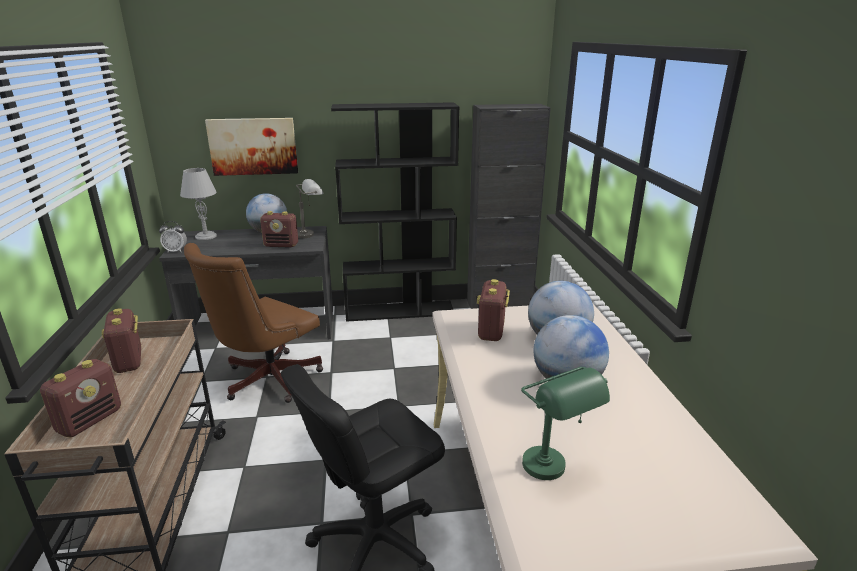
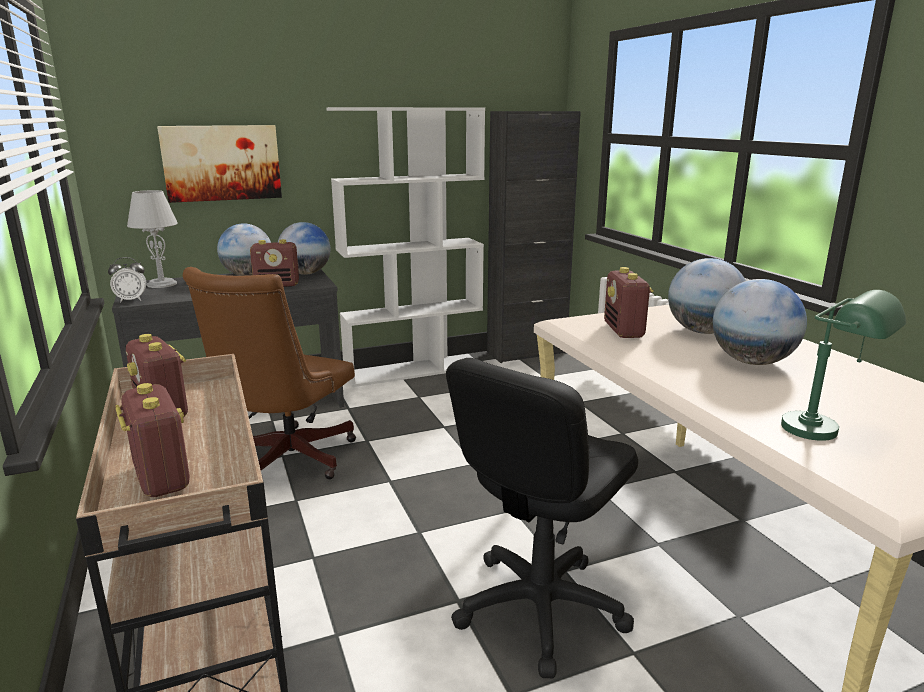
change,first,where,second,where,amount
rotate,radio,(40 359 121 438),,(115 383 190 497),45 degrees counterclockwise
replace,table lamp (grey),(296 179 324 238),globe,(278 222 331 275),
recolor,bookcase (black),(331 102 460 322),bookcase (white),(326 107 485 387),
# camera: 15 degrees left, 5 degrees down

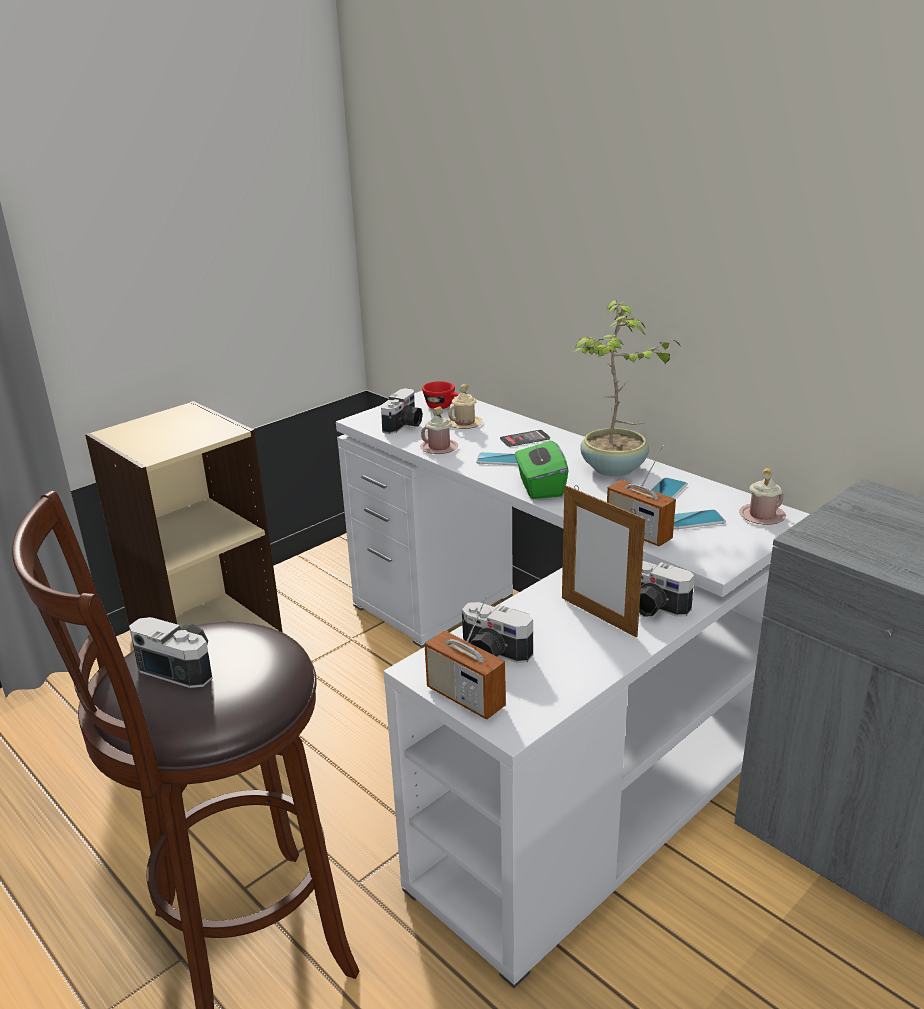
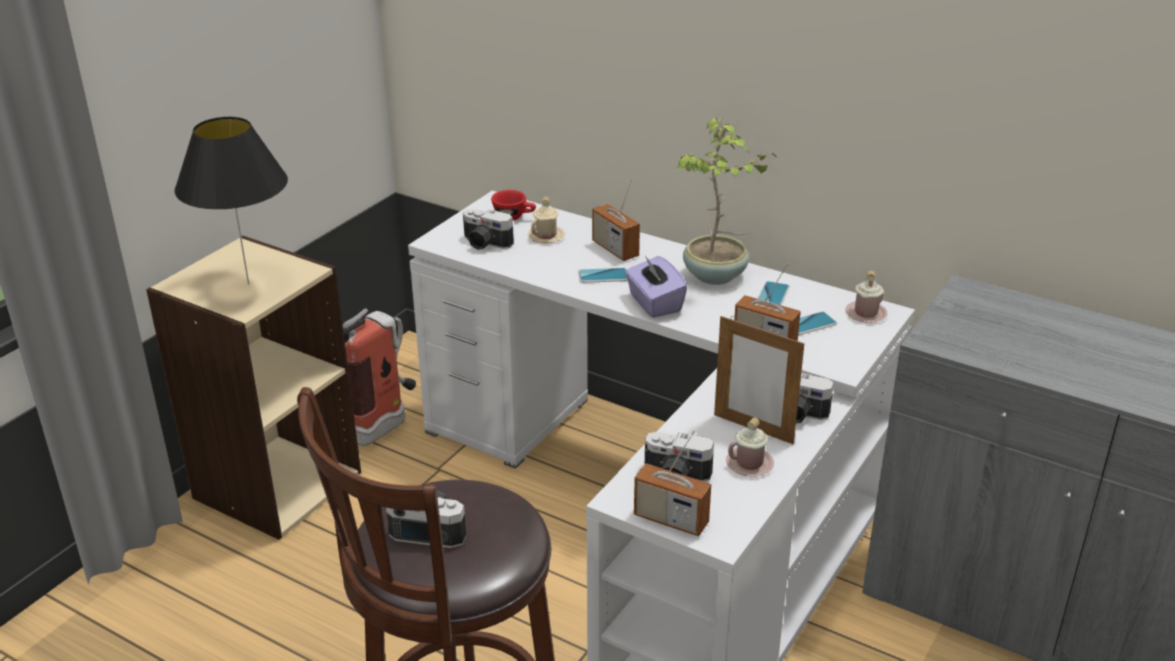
change,first,where,second,where,amount
insert,,,table lamp (black),(174 117 288 285),
insert,,,fire extinguisher,(343 308 416 447),
rotate,photo camera,(381 388 423 434),,(463 209 514 250),105 degrees clockwise
replace,phone,(500 430 550 447),radio,(592 179 640 261),
recolor,tissue box (green),(515 436 569 499),tissue box (purple),(625 255 687 318),
move,mug (pink),(420 406 458 454),,(726 417 774 477),
# camera: 15 degrees left, 5 degrees up

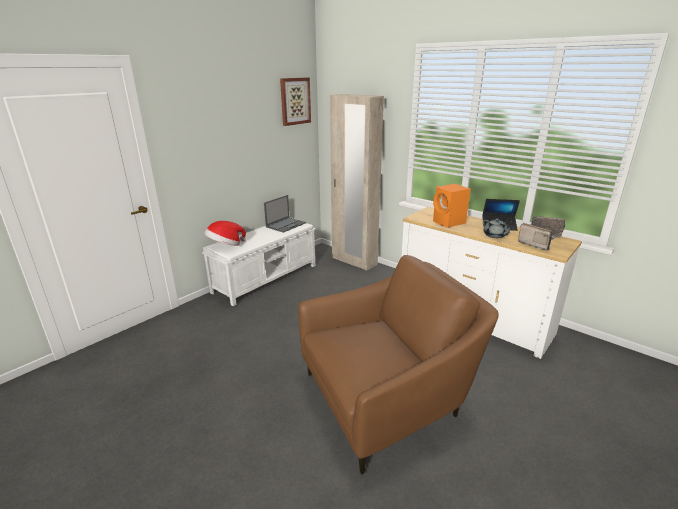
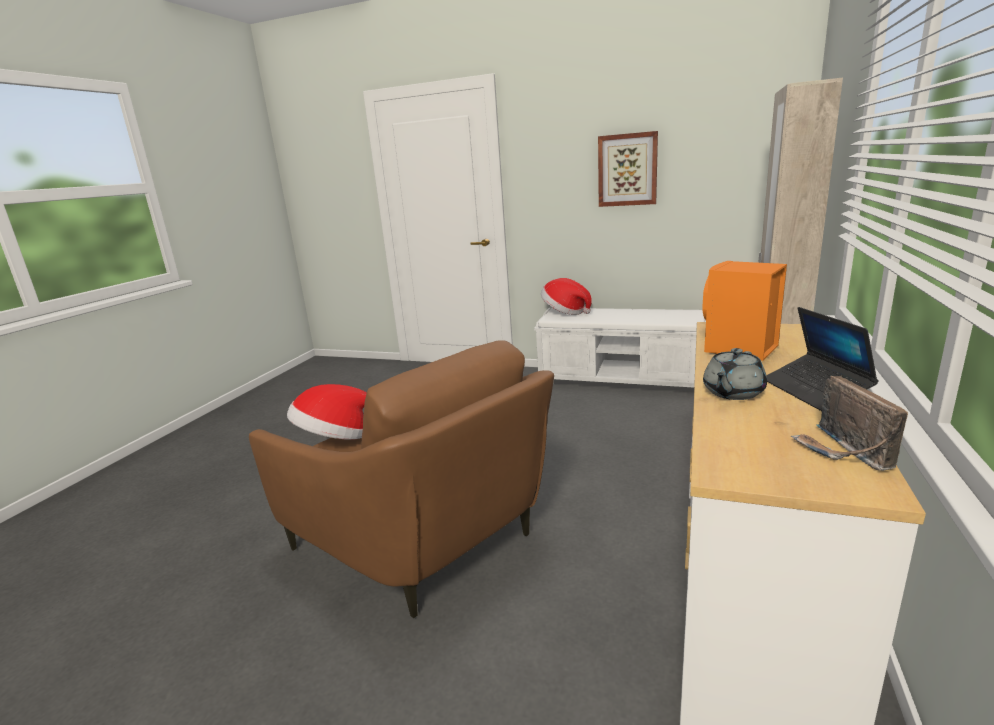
change,first,where,second,where,amount
insert,,,hat,(287 384 367 440),
move,picture,(280 78 311 126),,(598 131 658 207),
delete,laptop,(264 195 306 233),,,
delete,radio,(518 223 553 251),,,
# camera: 70 degrees right, 5 degrees down

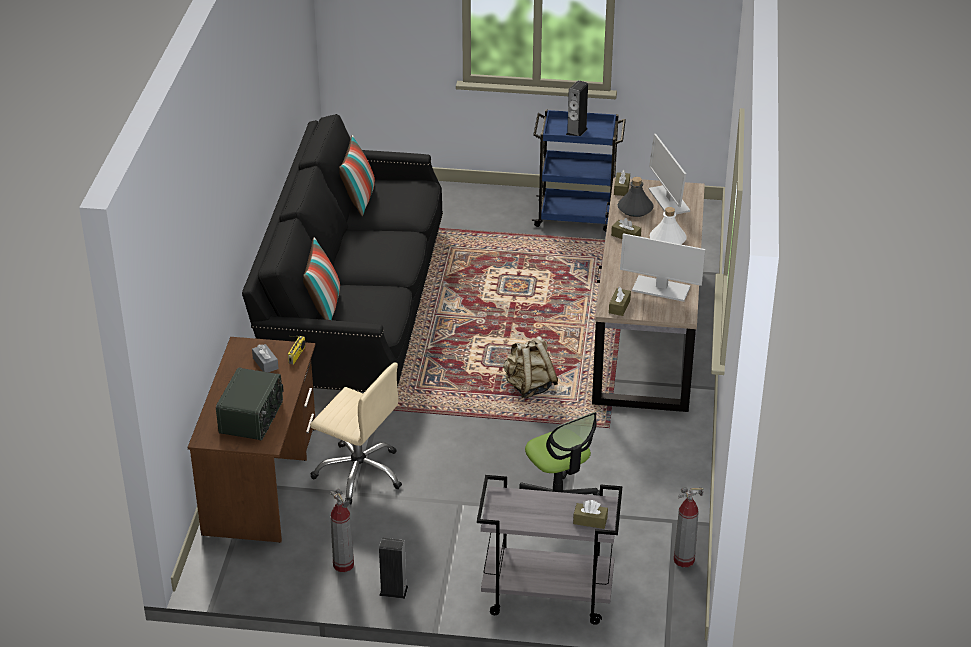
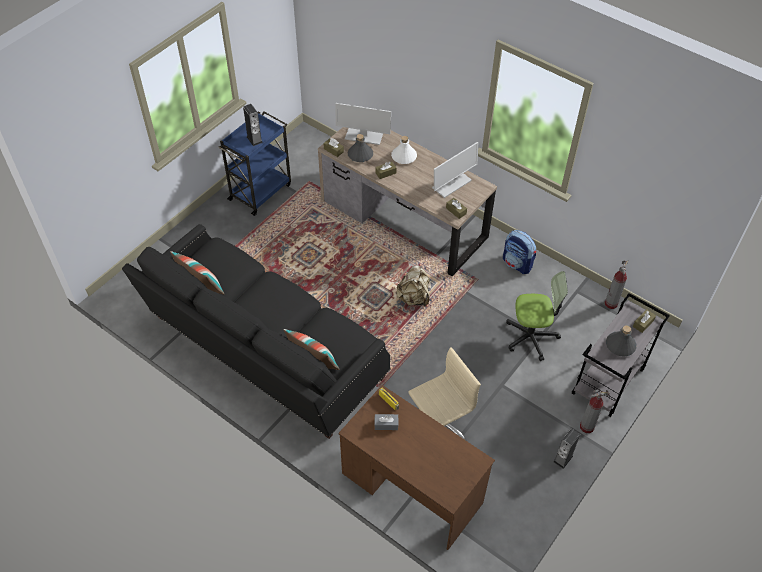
change,first,where,second,where,amount
insert,,,backpack,(503 230 536 274),
move,fire extinguisher,(330 489 354 572),,(580 390 610 433),
insert,,,bottle (grey),(606 325 636 357),
delete,radio,(216 367 284 440),,,
# camera: 60 degrees left, 15 degrees up

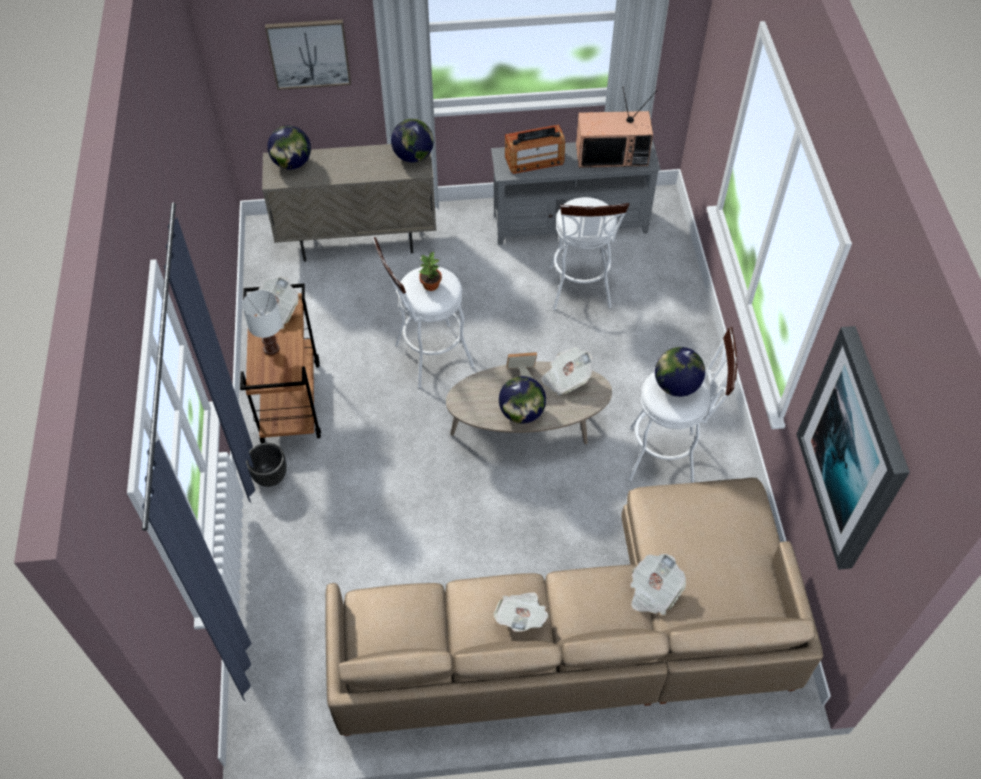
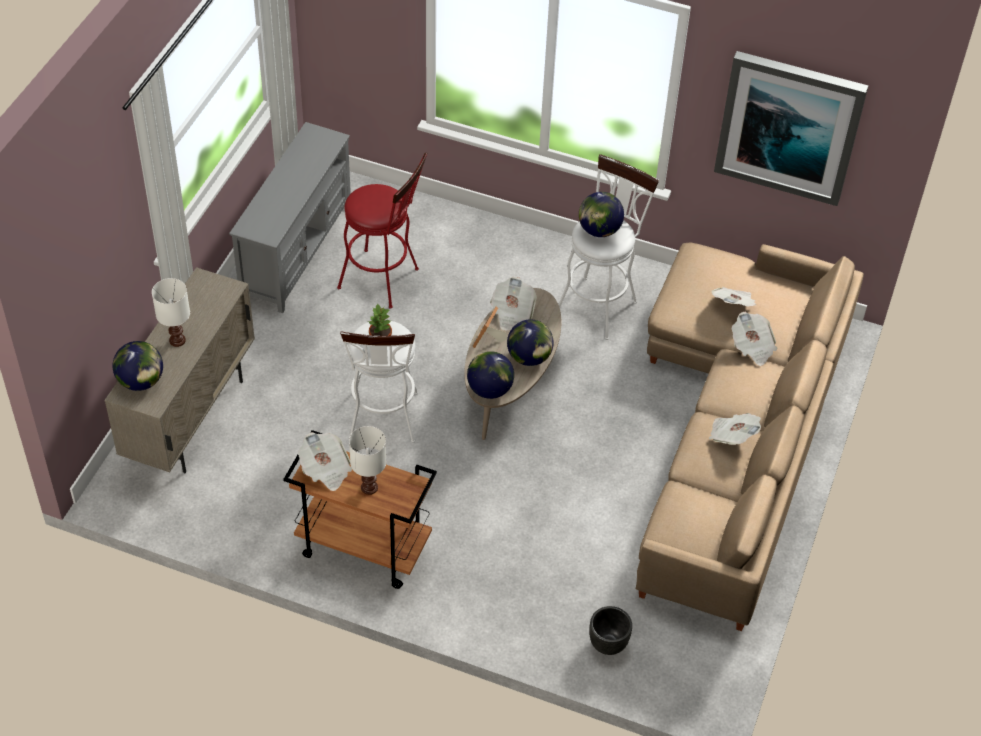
change,first,where,second,where,amount
insert,,,table lamp (white),(152 278 190 347),
recolor,stool (white),(549 197 629 310),stool (red),(337 152 427 309),
move,globe,(391 119 434 163),,(467 351 514 399),
move,planter (black),(246 443 287 487),,(589 606 632 655),
insert,,,newspaper,(711 287 756 307),
delete,picture,(265 19 351 90),,,
delete,radio,(505 125 565 174),,,
delete,television,(576 87 658 168),,,
# camera: 65 degrees left, 5 degrees down

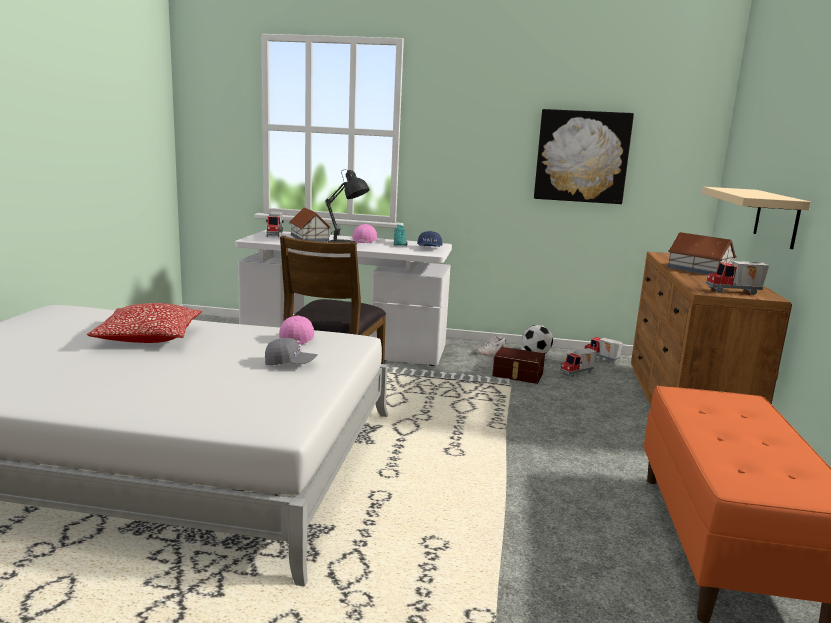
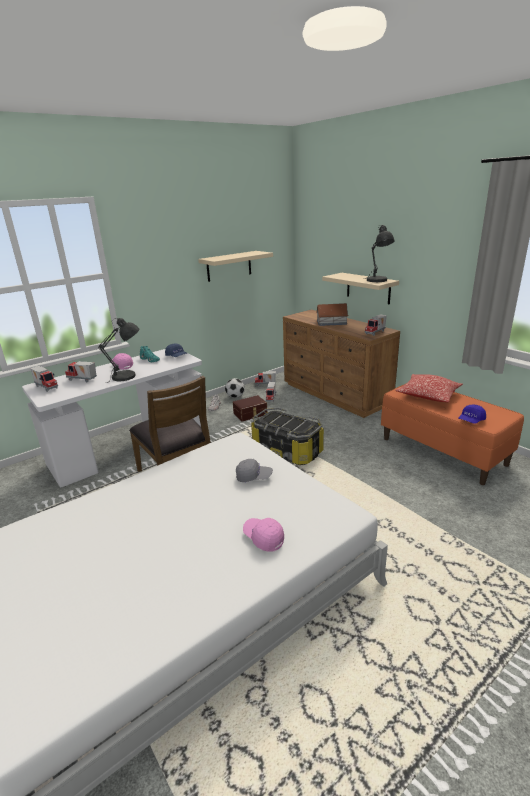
change,first,where,second,where,amount
replace,toy house,(290 208 331 242),toy truck,(65 361 97 382),
replace,picture,(534 109 634 204),shelf (beige),(198 251 273 282),
rotate,cap (grey),(265 338 317 365),,(236 459 273 482),45 degrees clockwise
move,cap (pink),(279 315 314 345),,(243 518 284 552),
insert,,,storage box,(251 407 324 465),
insert,,,table lamp (grey),(365 225 394 282),
move,pillow,(87 303 202 343),,(395 374 463 402),
insert,,,cap (blue),(459 405 486 424),
# camera: 45 degrees left, 10 degrees up

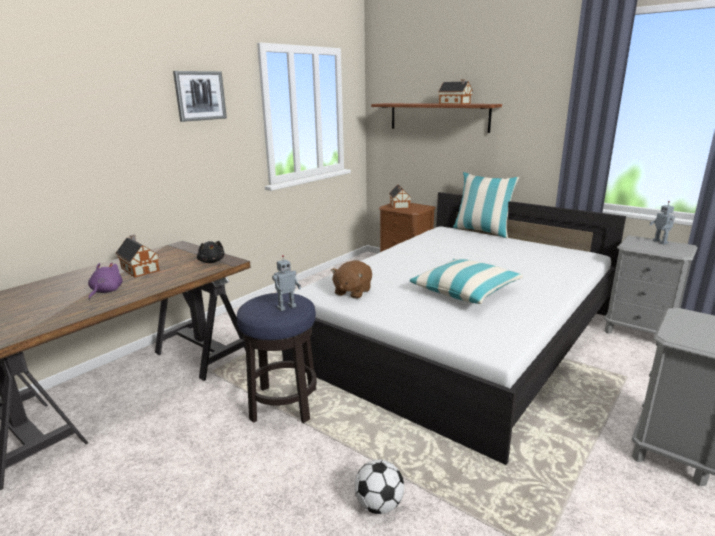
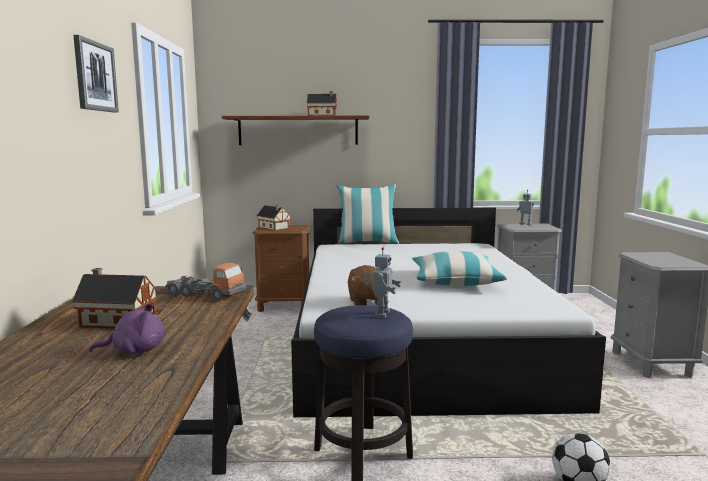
change,first,where,second,where,amount
rotate,plush toy (purple),(88 262 123 299),,(89 302 165 354),105 degrees clockwise
replace,plush toy (black),(197 241 224 263),toy truck,(165 263 246 301),
# camera: 40 degrees left, 10 degrees down

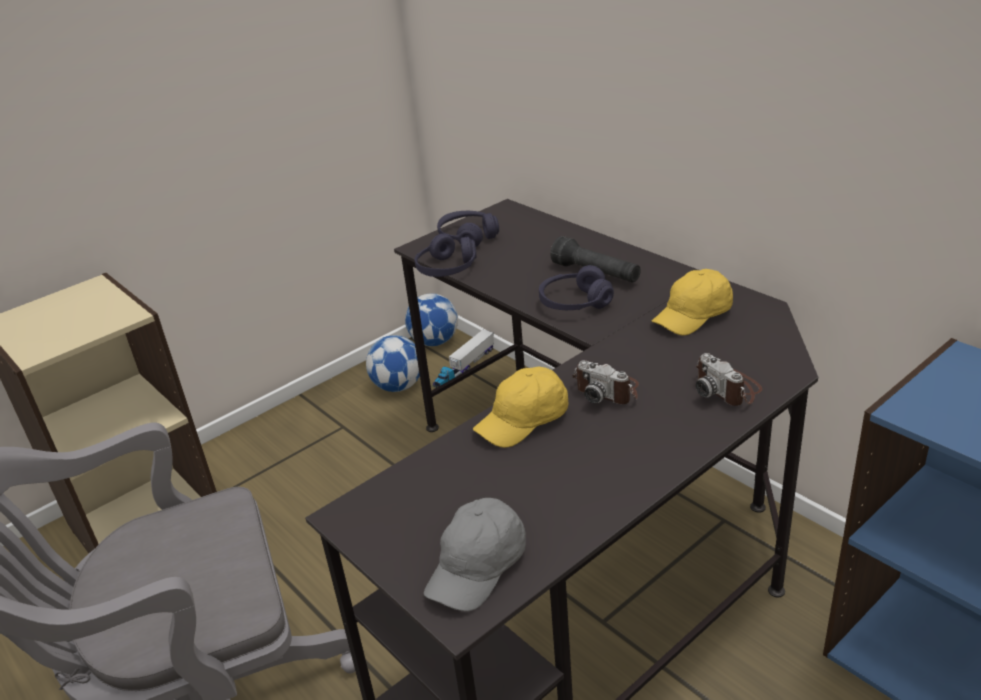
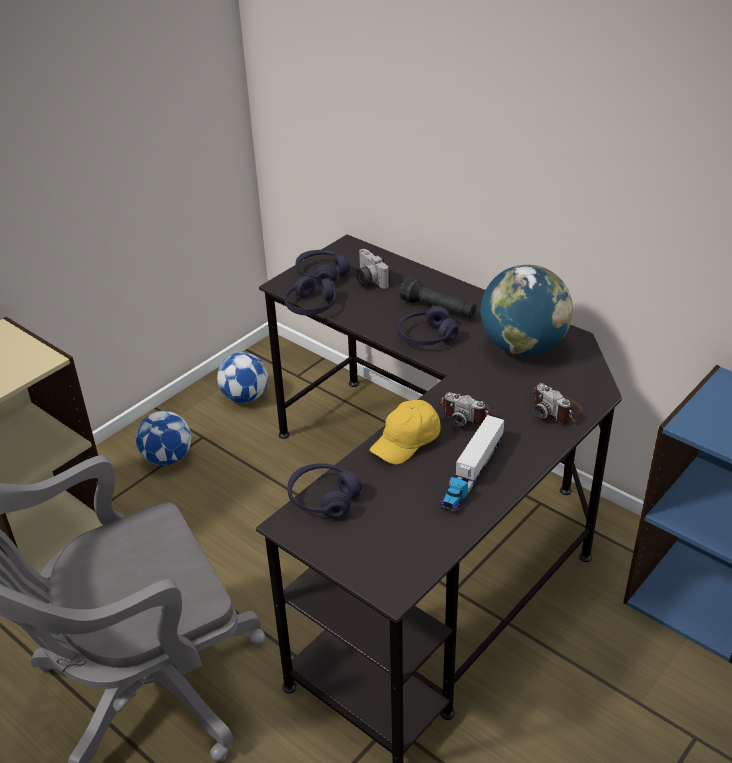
change,first,where,second,where,amount
move,football,(405 293 458 346),,(136 411 191 465),
insert,,,headphones (purple),(287 463 362 518),
insert,,,photo camera,(356 249 390 289),
move,toy truck,(433 330 494 388),,(440 415 504 512),
replace,cap (yellow),(652 269 733 336),globe,(481 264 573 356),
delete,cap (grey),(424 498 526 612),,,
# camera: 10 degrees left, 5 degrees up

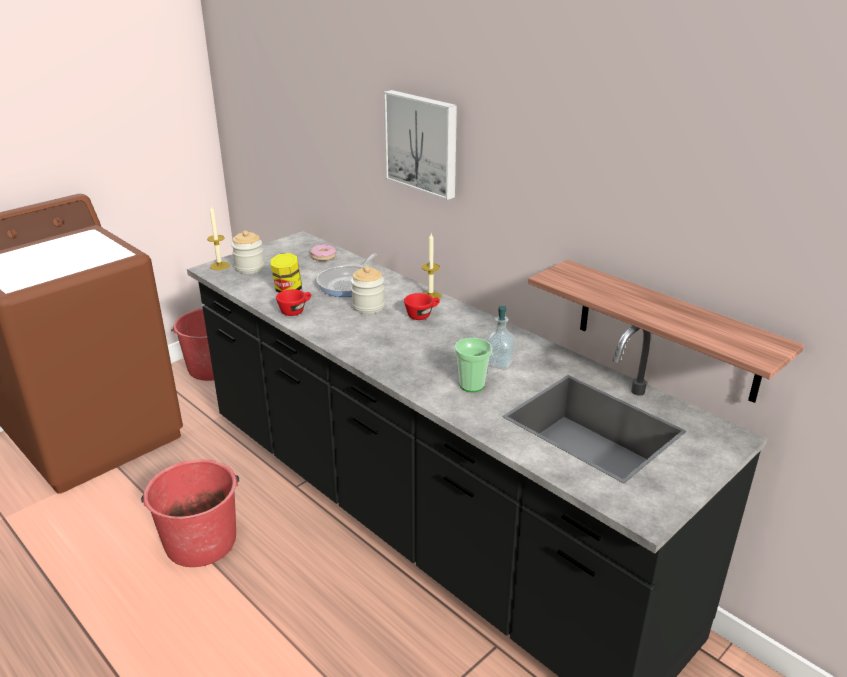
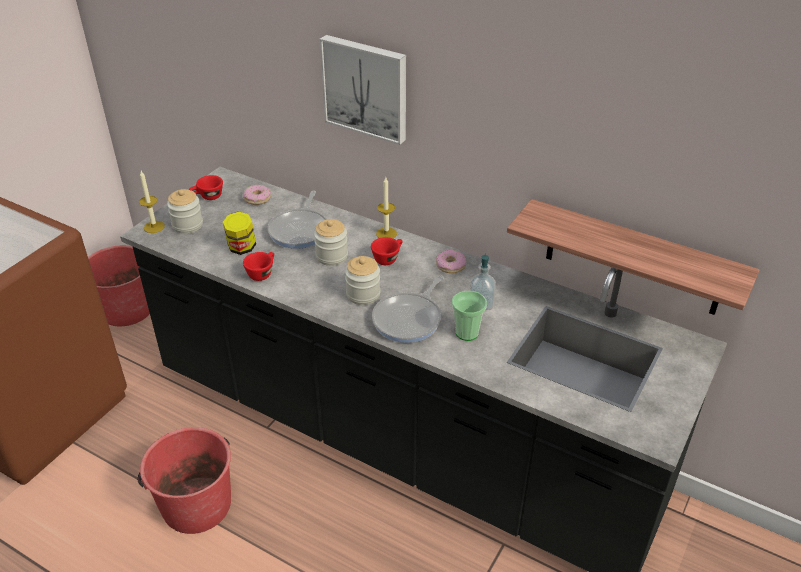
change,first,where,second,where,amount
insert,,,cup (red),(189 175 223 200),
insert,,,jar,(345 256 380 305),
insert,,,frying pan,(372 275 444 343),
insert,,,donut,(436 250 466 273),
# camera: 15 degrees left, 10 degrees up

